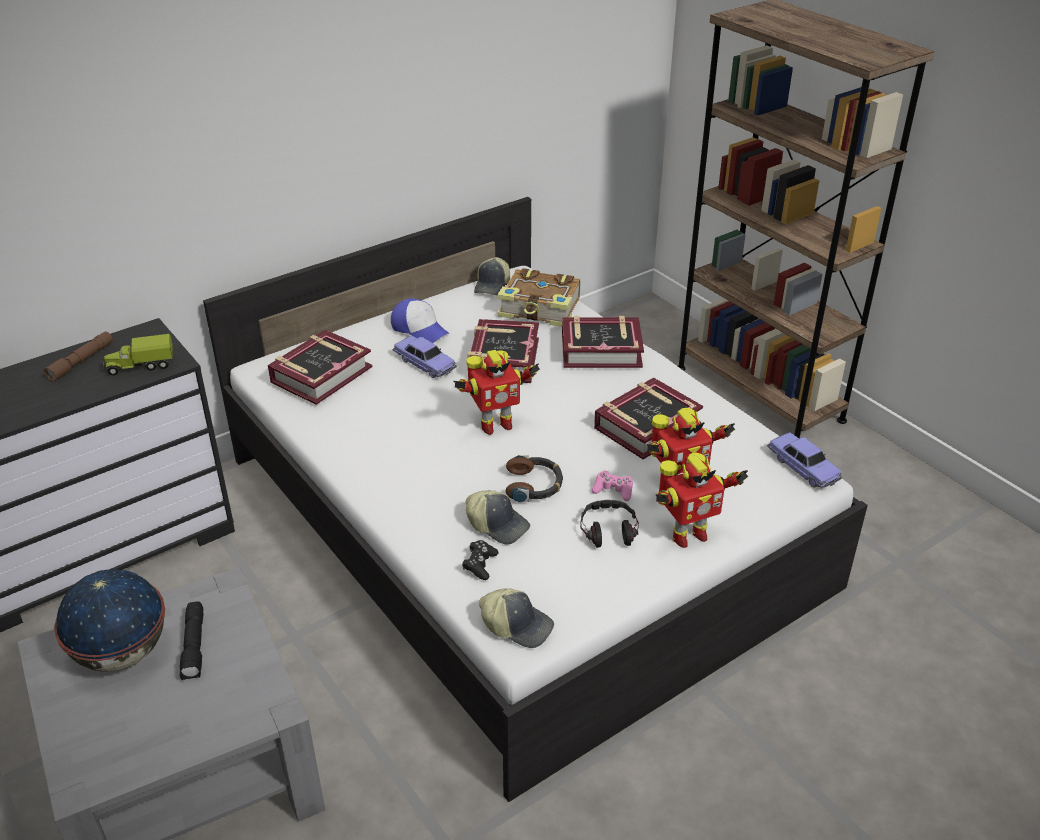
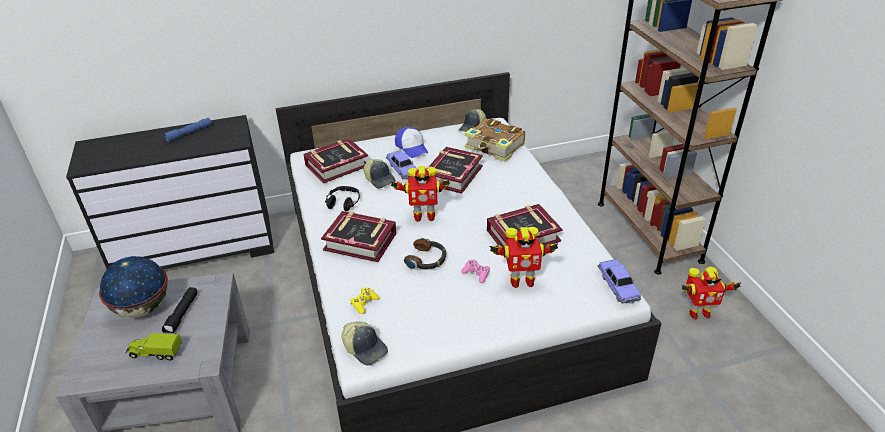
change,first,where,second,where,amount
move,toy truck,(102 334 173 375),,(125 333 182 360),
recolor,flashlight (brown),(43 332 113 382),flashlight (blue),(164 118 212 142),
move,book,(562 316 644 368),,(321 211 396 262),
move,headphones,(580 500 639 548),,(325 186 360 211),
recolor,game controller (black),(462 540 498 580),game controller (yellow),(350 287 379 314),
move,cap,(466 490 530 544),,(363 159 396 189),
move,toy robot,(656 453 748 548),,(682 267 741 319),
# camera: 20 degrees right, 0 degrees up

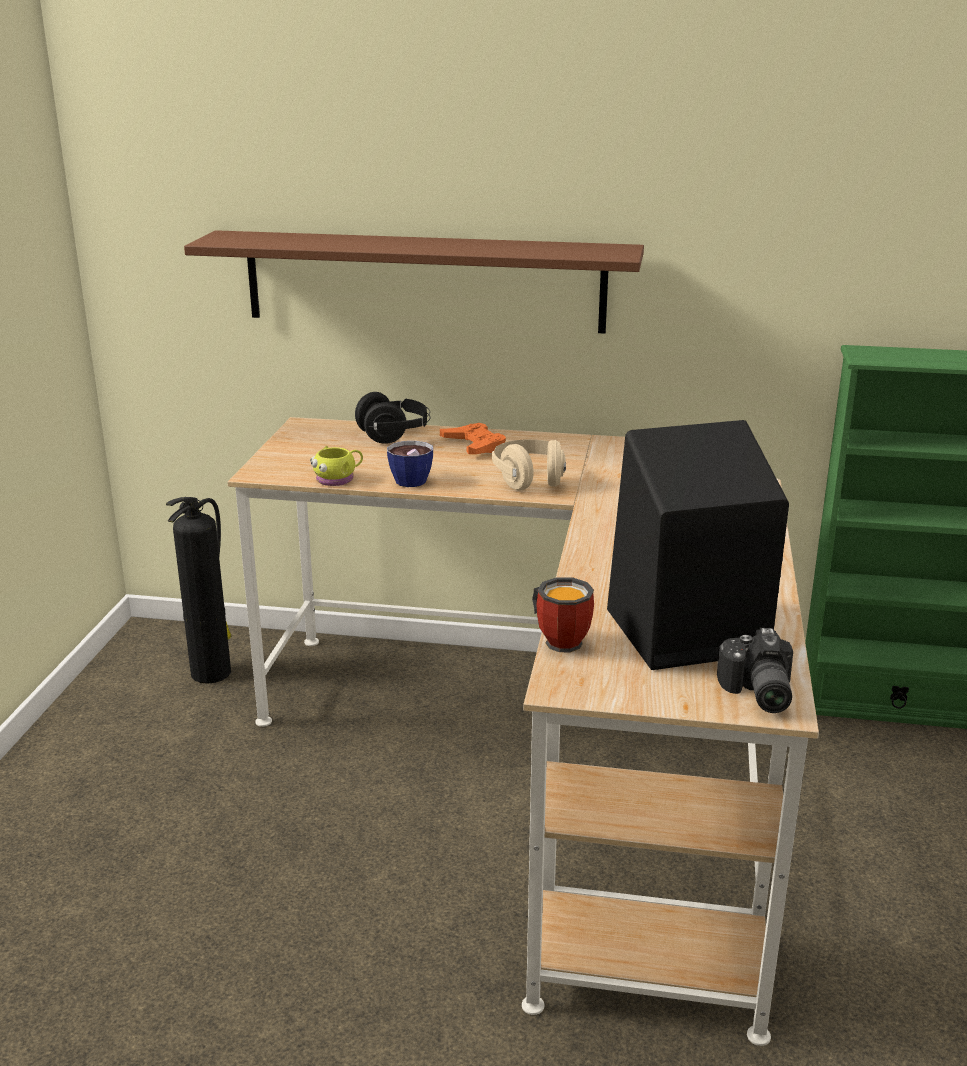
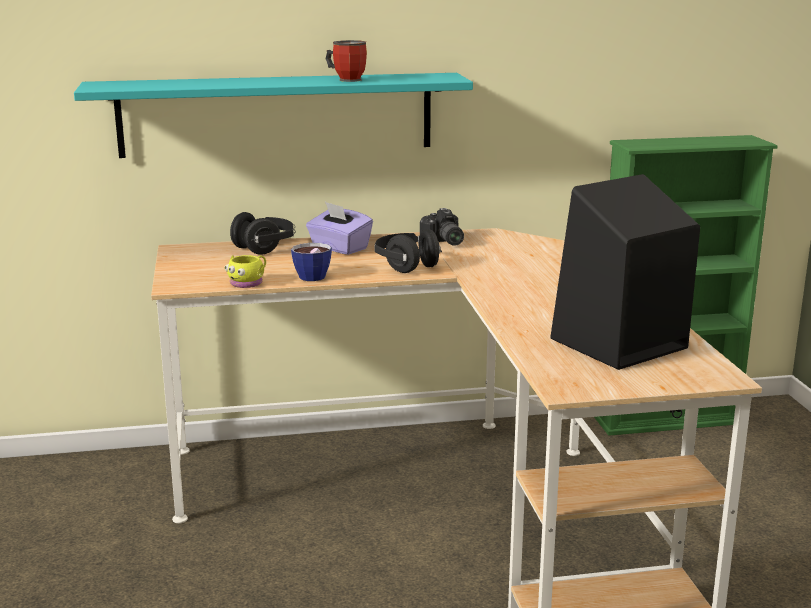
change,first,where,second,where,amount
recolor,shelf (brown),(184 230 644 334),shelf (turquoise),(74 73 473 158),
replace,game controller (orange),(440 423 506 454),tissue box (purple),(306 202 373 255),
move,mug,(532 577 594 652),,(326 40 367 82),
recolor,headphones (beige),(492 439 566 491),headphones (black),(374 229 442 273),
move,photo camera,(717 628 793 713),,(420 208 464 246),
delete,fire extinguisher,(166 497 232 684),,,
# camera: 20 degrees left, 5 degrees down

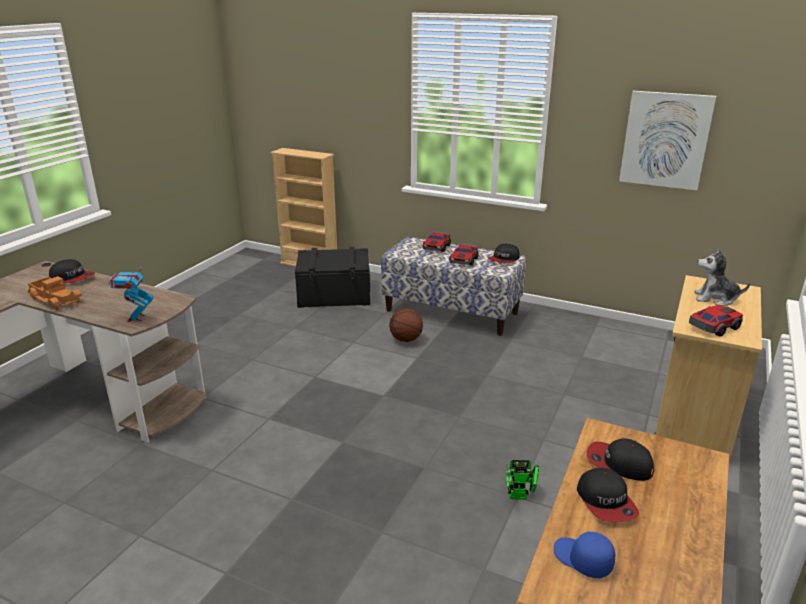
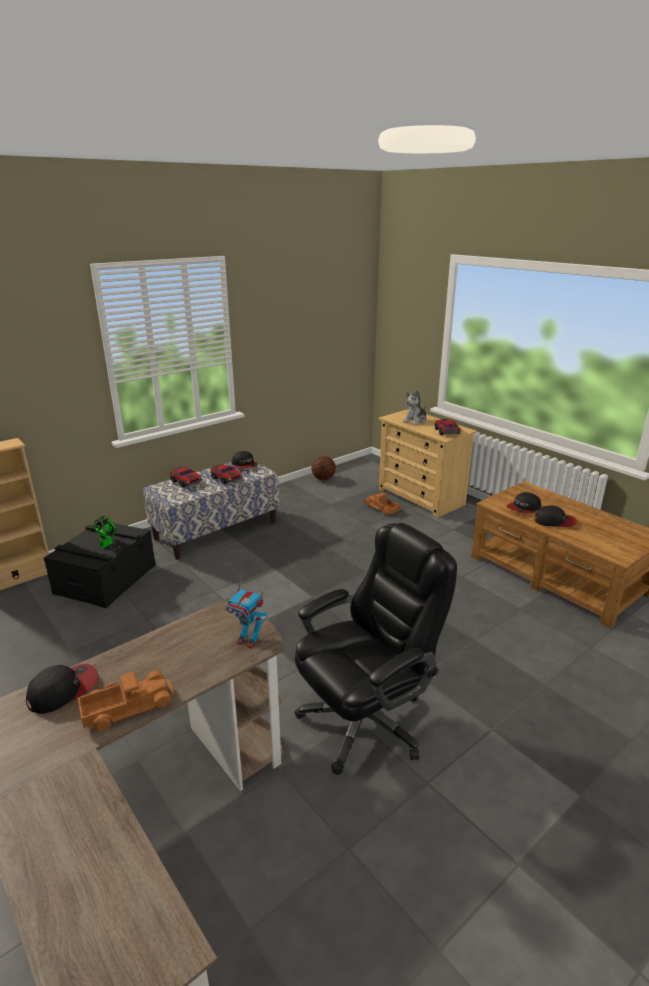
change,first,where,second,where,amount
move,toy robot,(506 460 539 500),,(94 516 117 548),
insert,,,office chair (black),(295 523 457 775),
move,basketball,(389 308 423 342),,(311 456 336 480),
insert,,,toy truck,(364 493 401 515),
delete,cap (blue),(554 532 615 578),,,
delete,picture,(619 91 716 190),,,
# camera: 65 degrees left, 0 degrees up

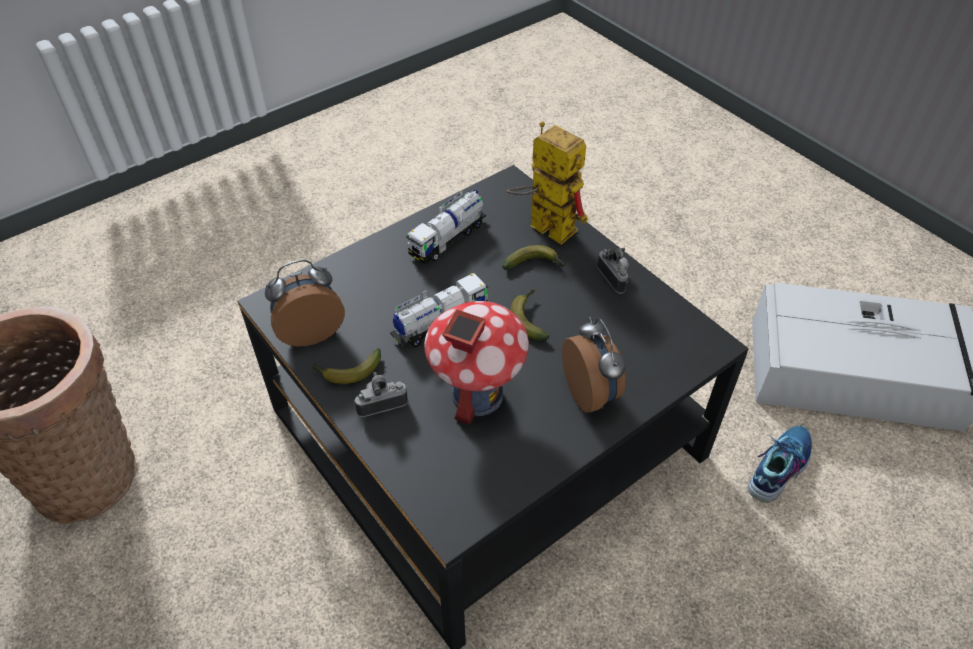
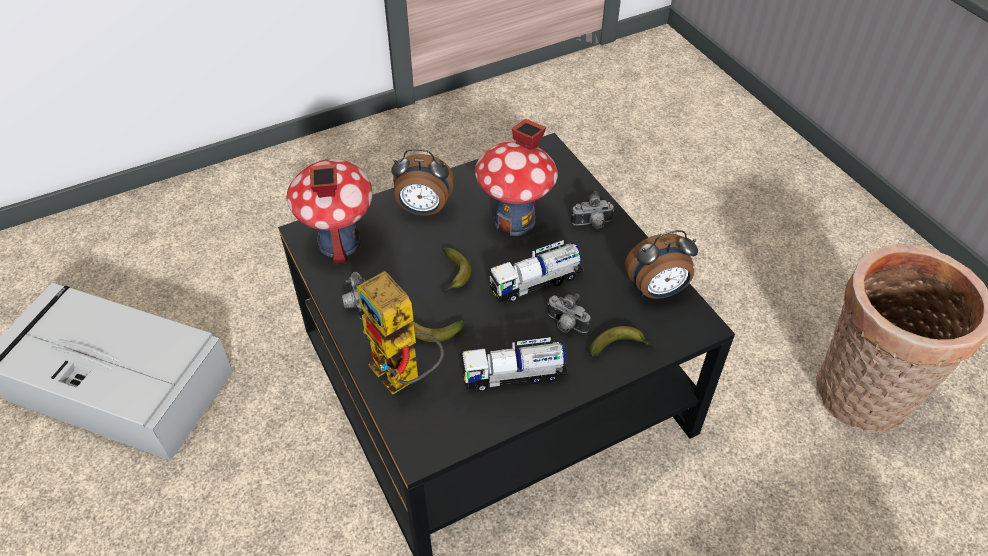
change,first,where,second,where,amount
insert,,,toy house,(286 159 372 265),
rotate,alarm clock,(562 317 626 413),,(391 149 455 216),75 degrees counterclockwise
rotate,toy truck,(406 189 486 264),,(460 337 568 391),150 degrees counterclockwise
insert,,,photo camera,(547 293 591 333),
move,banana,(312 348 381 384),,(589 326 655 358),
delete,shoe,(748 426 812 503),,,
# camera: 170 degrees left, 0 degrees up

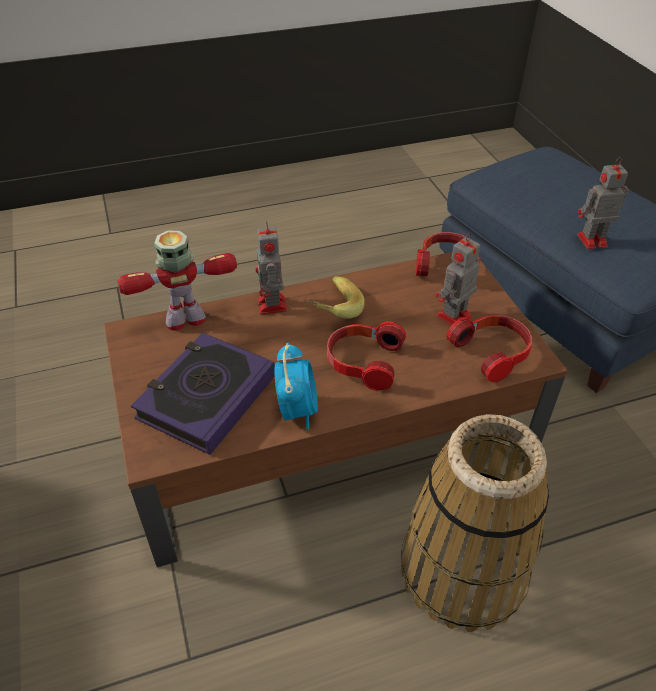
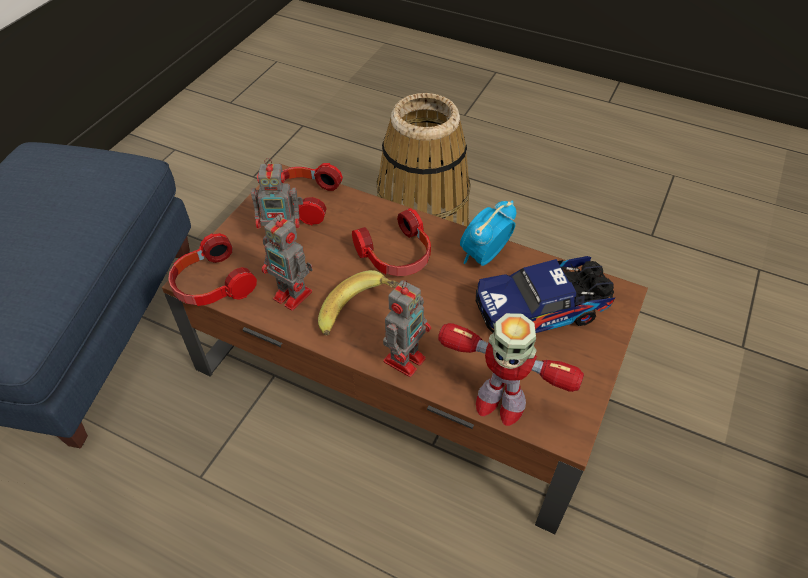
change,first,where,second,where,amount
move,toy robot,(577 157 628 249),,(262 213 313 311),
replace,book,(131 333 275 455),toy truck,(476 256 615 333),
# camera: 135 degrees left, 5 degrees up

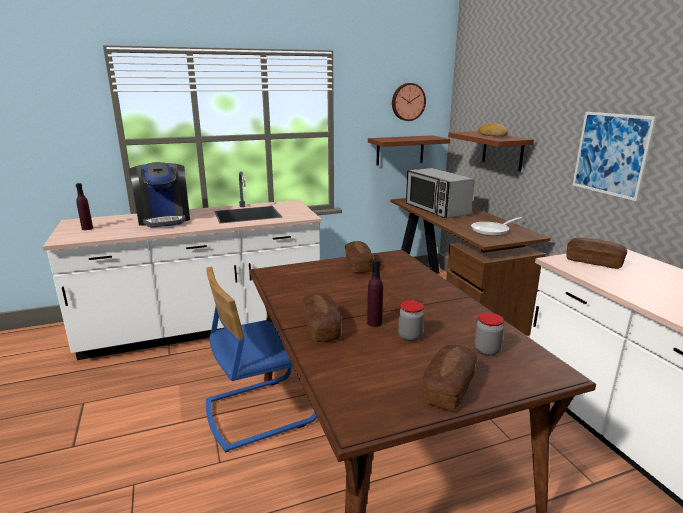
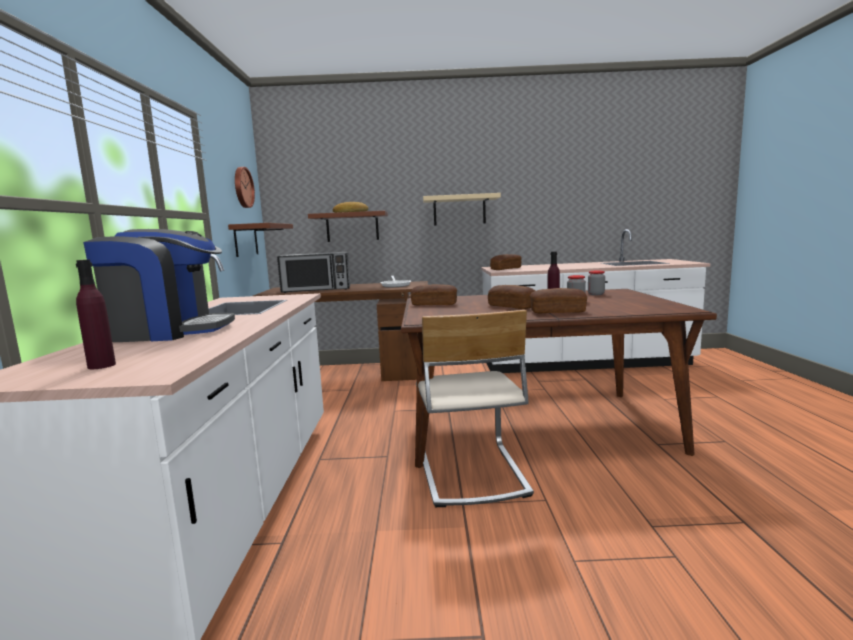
change,first,where,second,where,amount
recolor,chair (blue),(206 267 317 453),chair (beige),(416 310 534 507),
replace,picture,(573 112 657 201),shelf (beige),(423 193 501 226),
move,bread,(422 345 477 411),,(488 285 535 309),
# camera: 70 degrees left, 10 degrees down

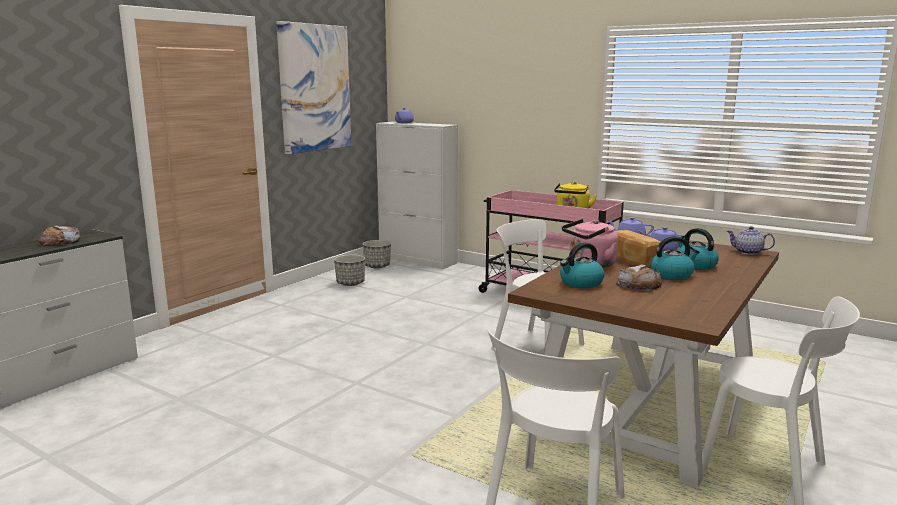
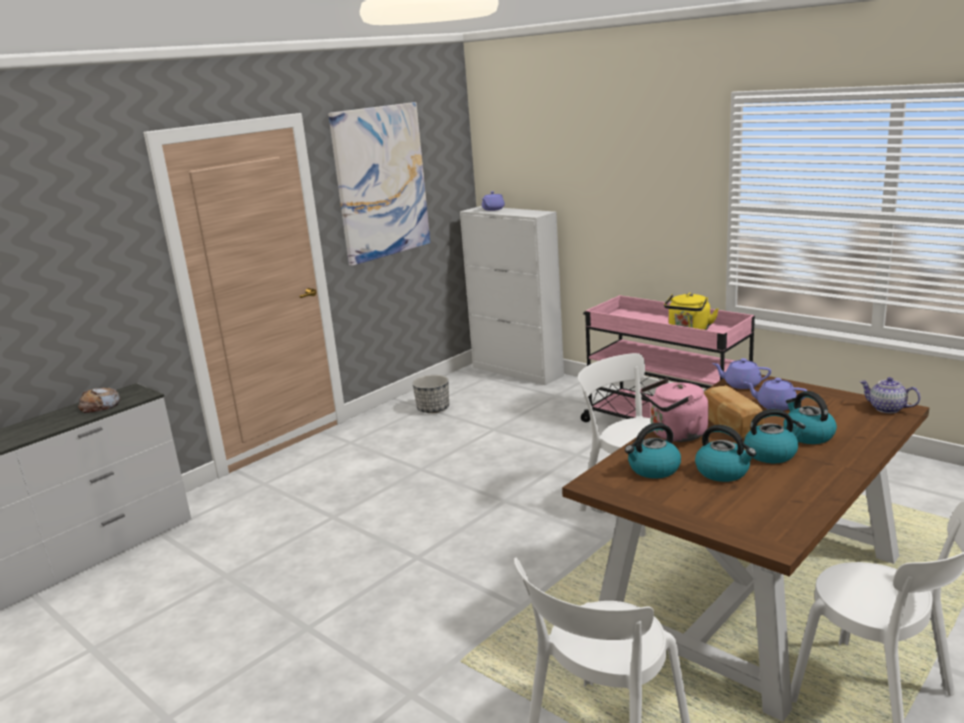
change,first,where,second,where,amount
replace,bread,(616 264 662 291),kettle,(695 425 756 482),
delete,planter,(363 240 391 268),,,
# camera: 10 degrees right, 5 degrees up

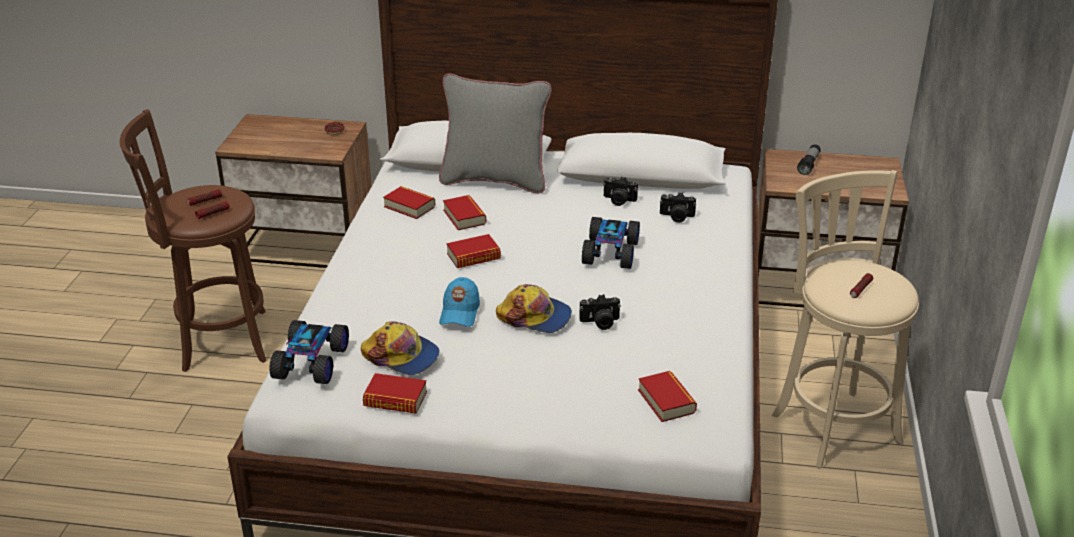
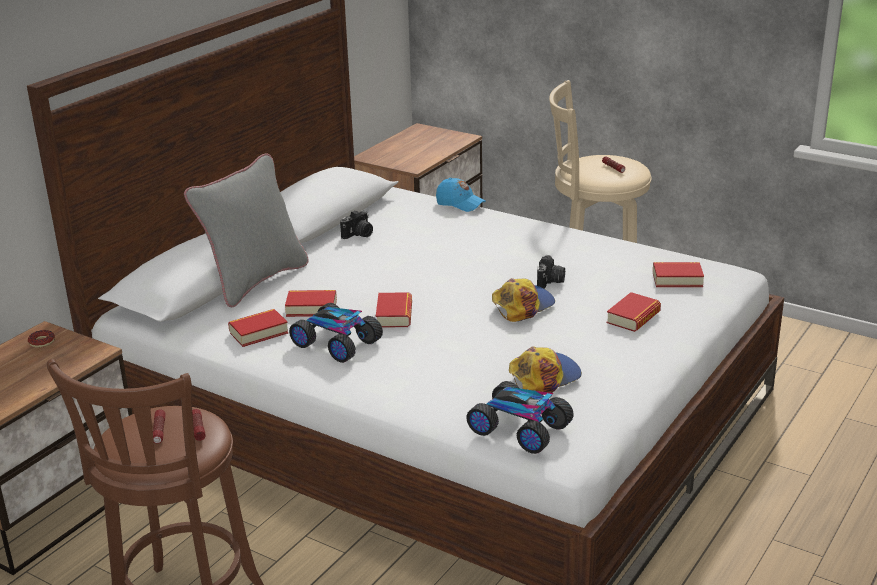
change,first,where,second,where,amount
move,toy car,(582 217 640 269),,(289 303 383 363),
move,cap (blue),(439 277 480 327),,(436 178 486 212),
move,book,(363 373 427 414),,(606 292 661 332),
delete,photo camera,(660 192 696 223),,,
delete,flashlight,(797 144 821 175),,,
# camera: 65 degrees left, 5 degrees down

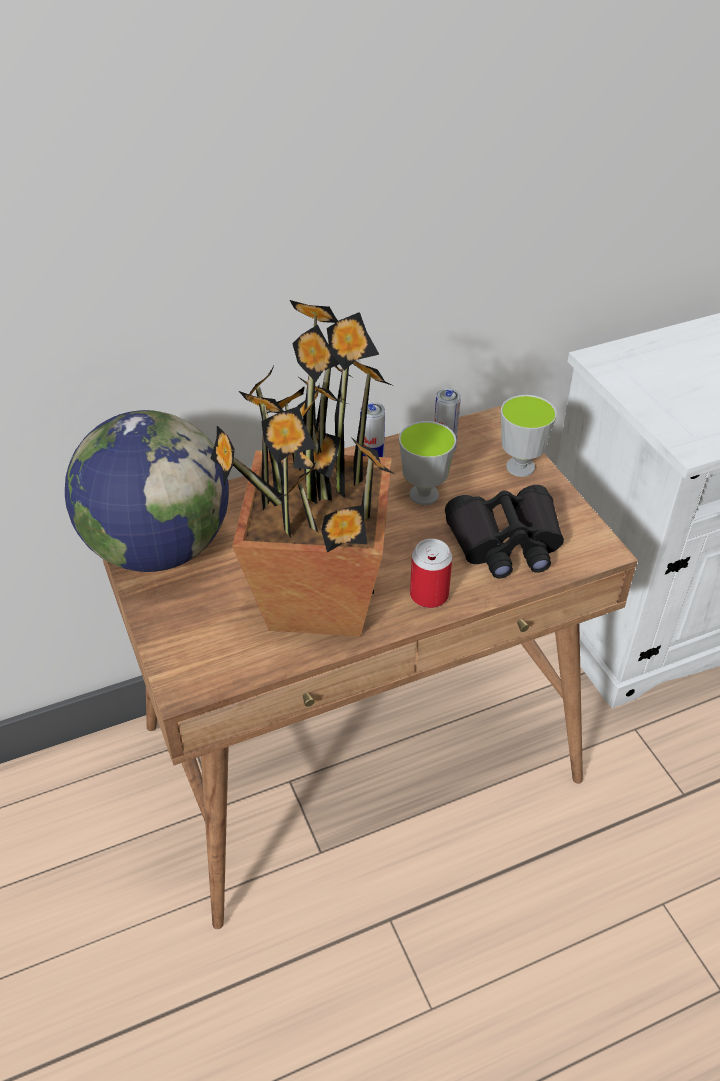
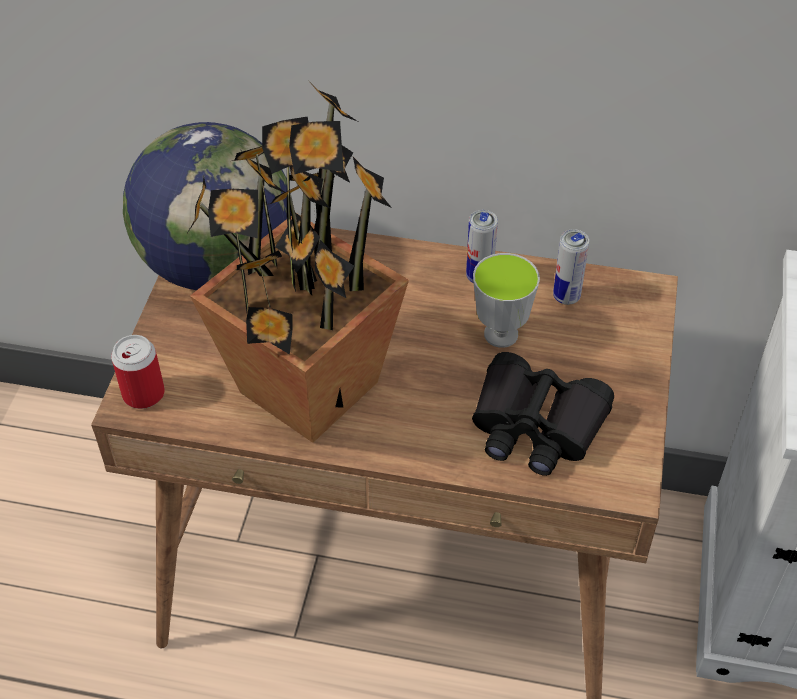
change,first,where,second,where,amount
move,can,(410 539 452 608),,(111 335 165 409),
delete,cup,(501 395 557 477),,,
# camera: 35 degrees right, 5 degrees up

